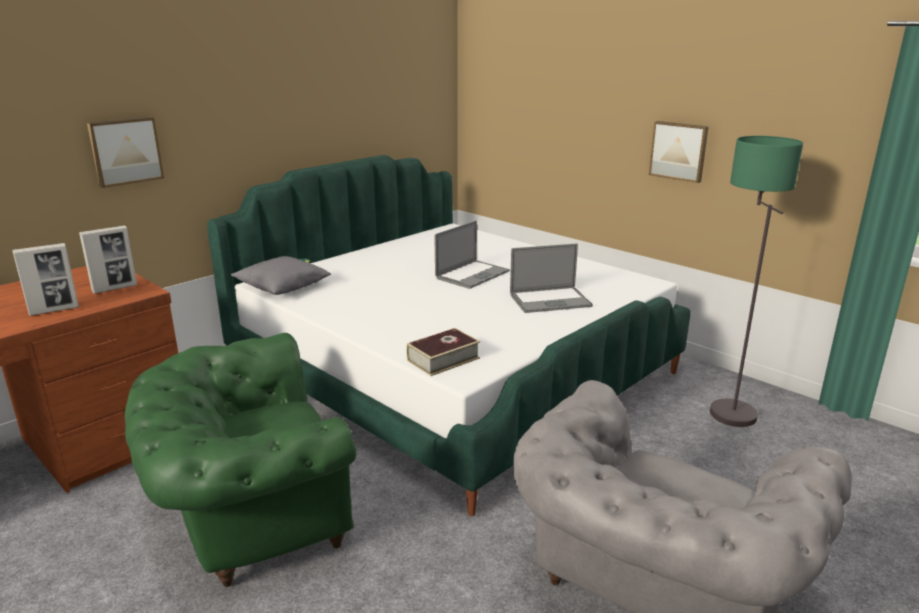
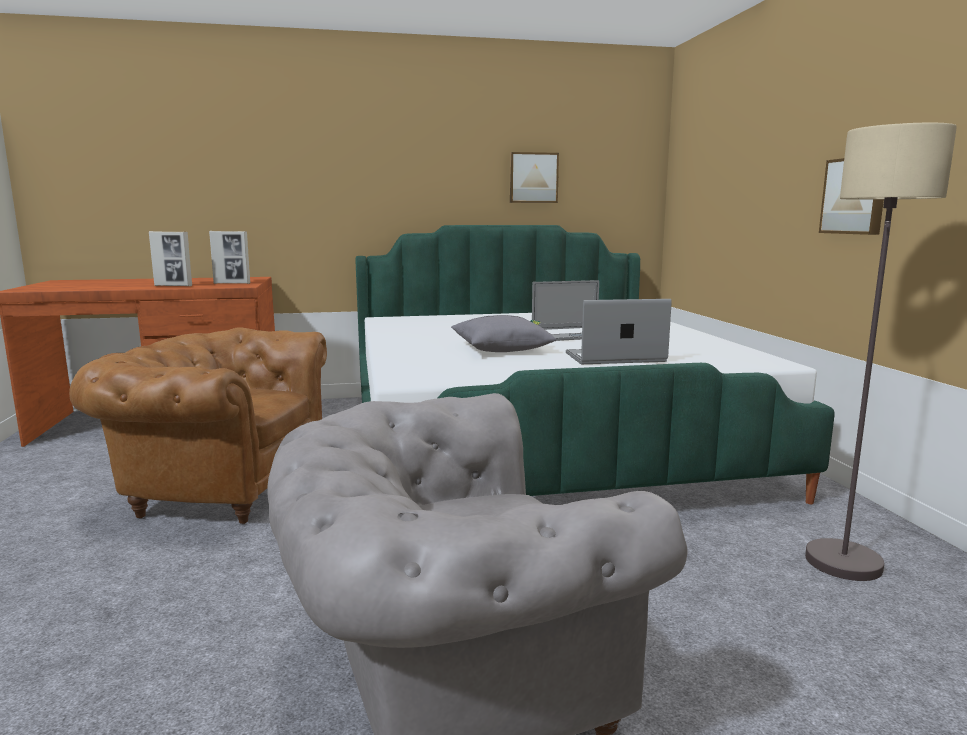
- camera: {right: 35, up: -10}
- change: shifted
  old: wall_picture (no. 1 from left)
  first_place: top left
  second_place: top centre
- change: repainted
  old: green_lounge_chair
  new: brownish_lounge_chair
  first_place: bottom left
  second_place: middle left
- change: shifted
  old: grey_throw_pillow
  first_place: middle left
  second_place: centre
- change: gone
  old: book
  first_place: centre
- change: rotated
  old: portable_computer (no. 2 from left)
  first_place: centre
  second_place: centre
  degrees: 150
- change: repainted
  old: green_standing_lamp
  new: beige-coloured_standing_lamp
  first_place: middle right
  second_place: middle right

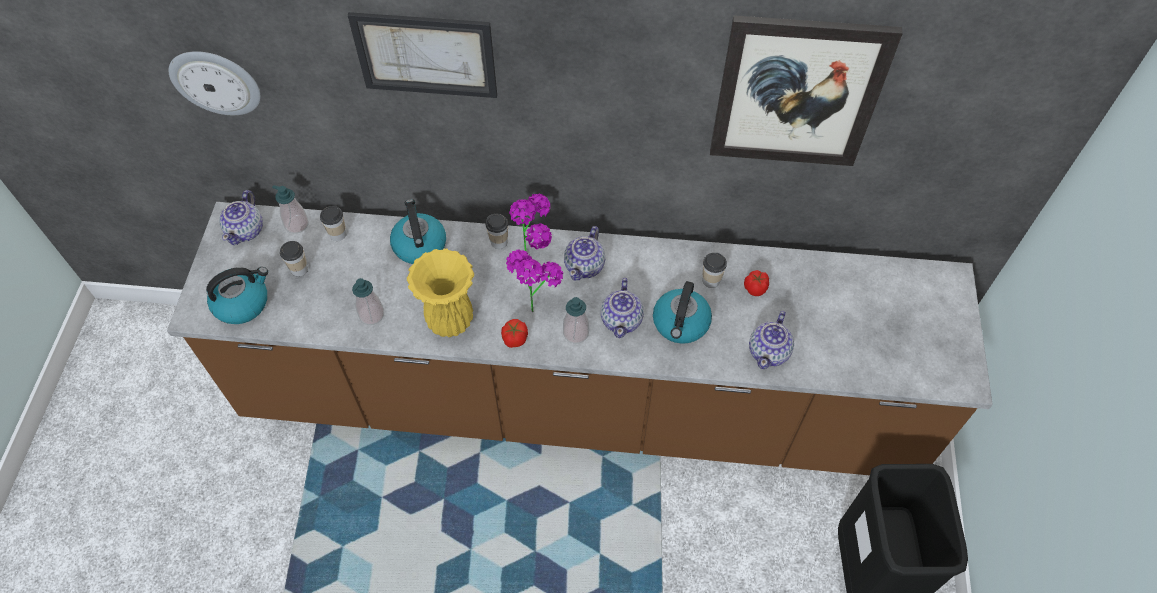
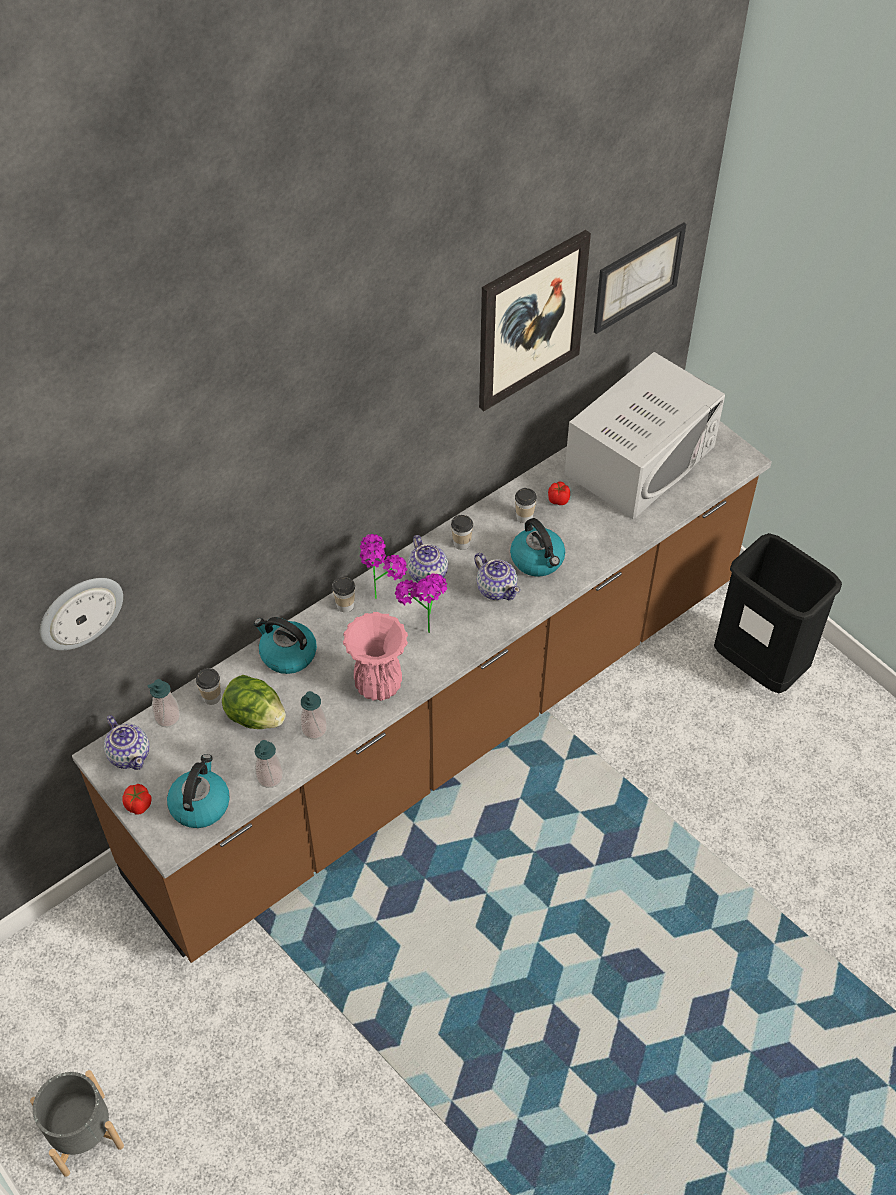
- camera: {right: -45, up: -5}
- change: shifted
  old: drinking_cup (no. 1 from left in the first image)
  new: drinking_cup (no. 3 from left)
  first_place: middle left
  second_place: centre
- change: shifted
  old: wall_picture (no. 1 from left in the first image)
  new: wall_picture (no. 2 from left)
  first_place: top centre
  second_place: top right
- change: repainted
  old: yellowish_flower_vase
  new: pink_flower_vase
  first_place: centre
  second_place: centre
- change: shifted
  old: fresh_tomato (no. 1 from left)
  first_place: centre
  second_place: bottom left
- change: shifted
  old: soap_dispenser (no. 3 from left in the first image)
  new: soap_dispenser (no. 2 from left)
  first_place: centre
  second_place: middle left
- change: gone
  old: pot_for_tea (no. 4 from left)
  first_place: centre
- change: new
  new: grey_plant_pot
  second_place: bottom left
- change: new
  new: lettuce_head
  second_place: middle left
- change: new
  new: white-coloured_kitchen_microwave
  second_place: middle right

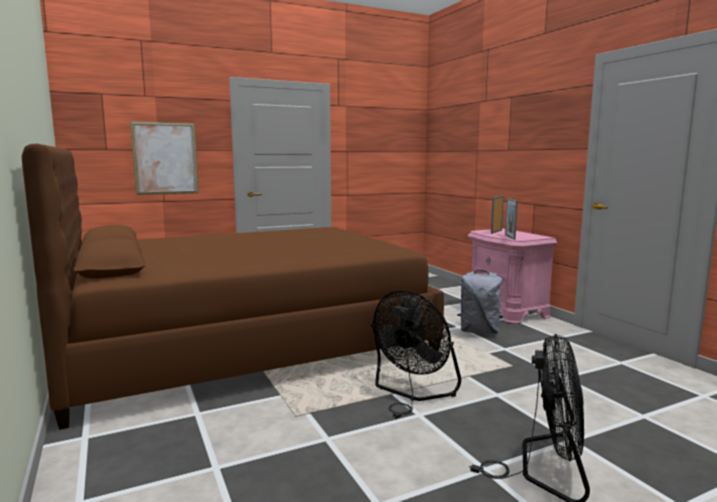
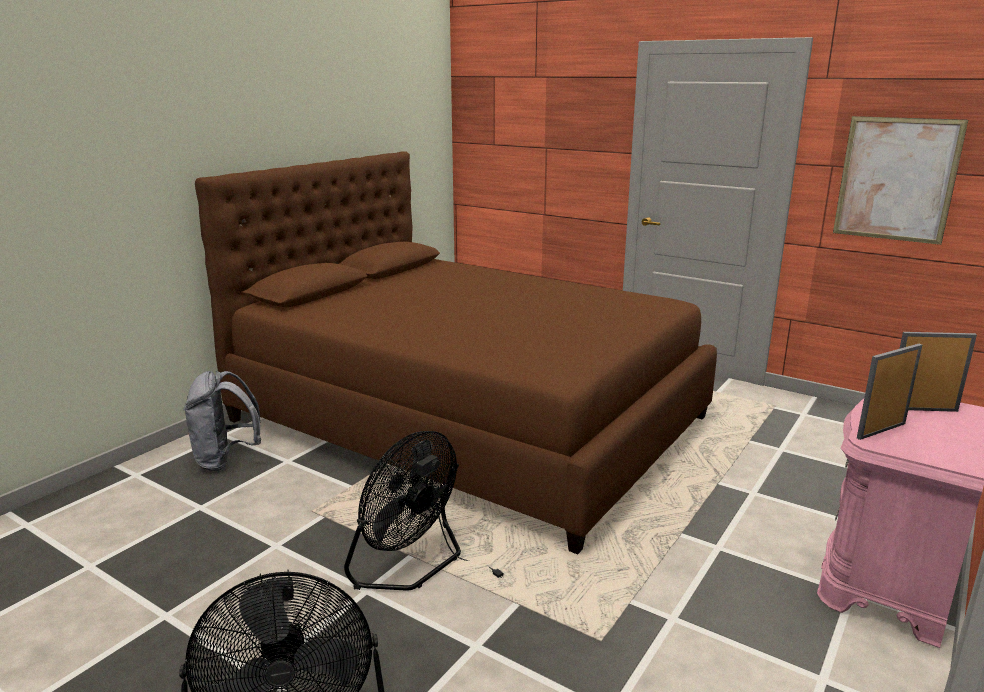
- camera: {right: 60, up: 10}
- change: shifted
  old: wall_picture
  first_place: top left
  second_place: top right
- change: rotated
  old: black-coloured_cooling_fan (no. 1 from left in the first image)
  first_place: bottom centre
  second_place: bottom centre
  degrees: -150
- change: shifted
  old: grey_knapsack
  first_place: middle right
  second_place: middle left

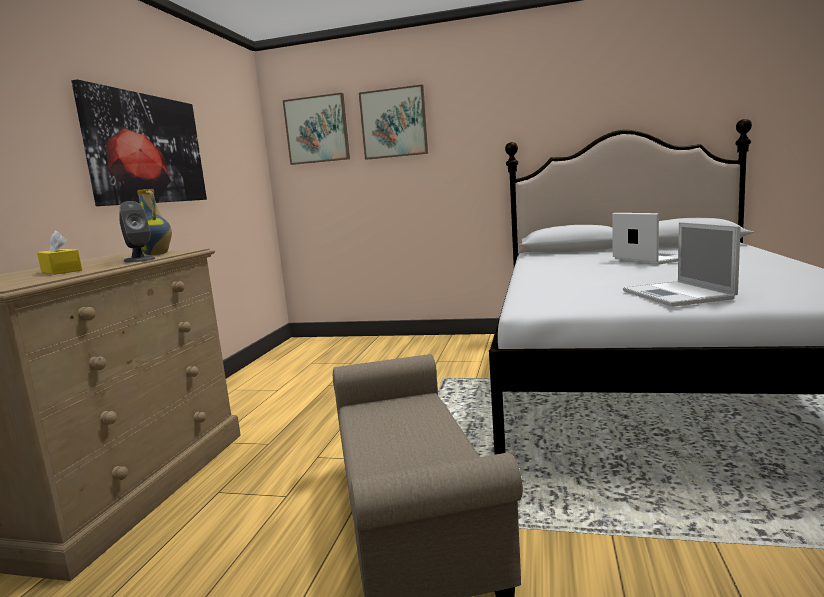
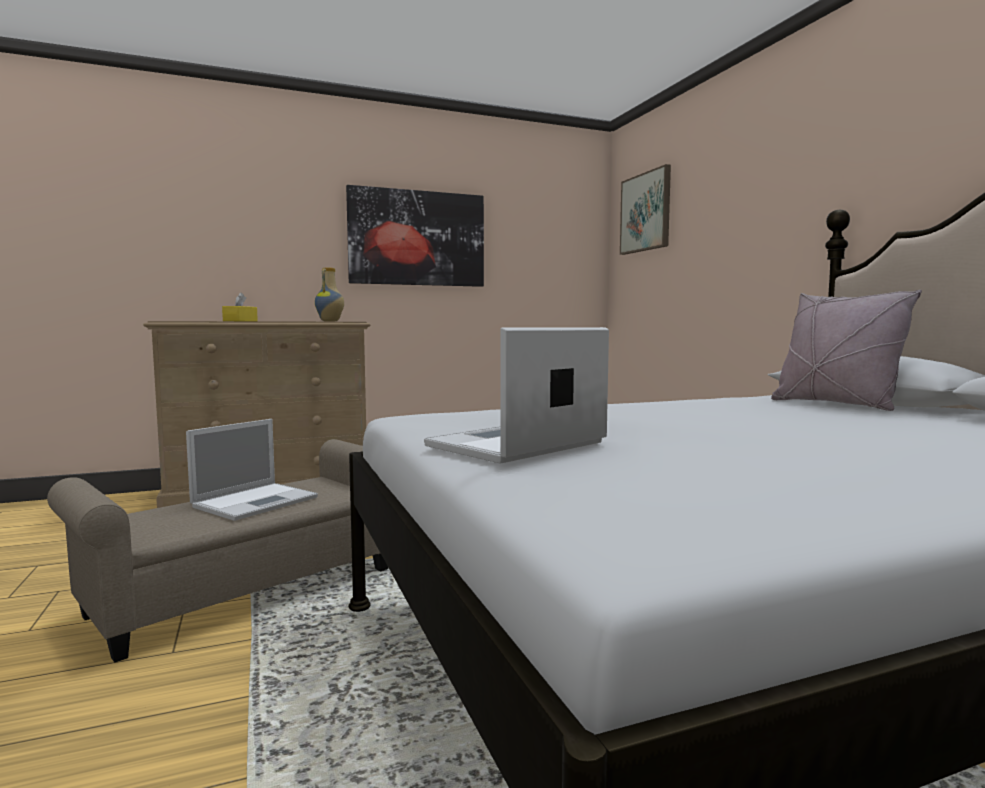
- camera: {right: 55, up: -5}
- change: gone
  old: grey_loudspeaker
  first_place: middle left
- change: gone
  old: wall_picture (no. 3 from left)
  first_place: top centre
- change: shifted
  old: portable_computer (no. 1 from left)
  first_place: middle right
  second_place: middle left
- change: new
  new: purple_throw_pillow
  second_place: middle right

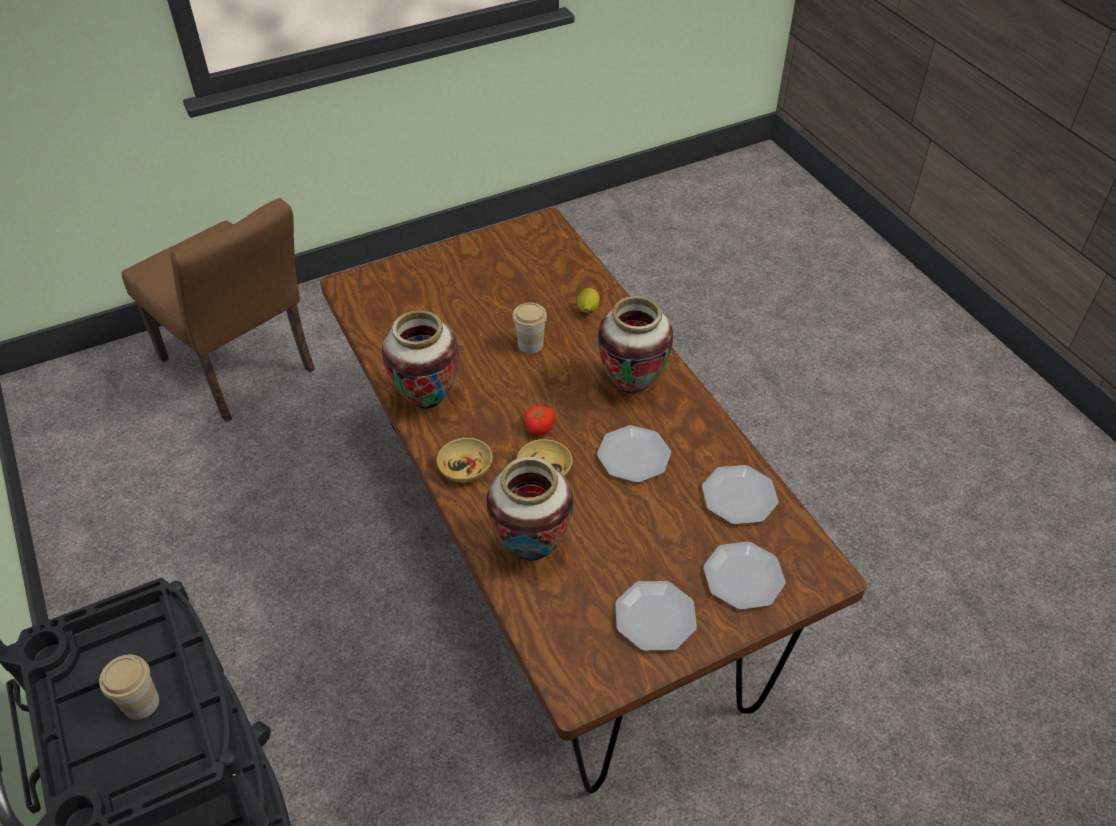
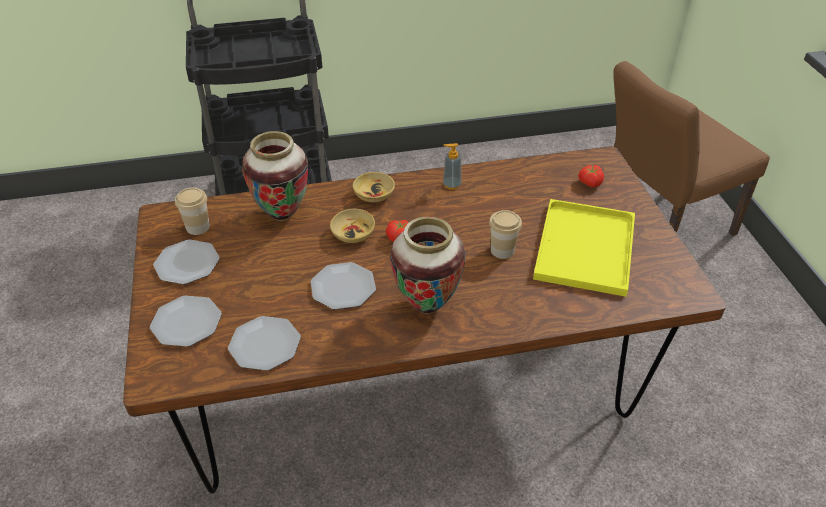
- camera: {right: 105, up: -5}
- change: shifted
  old: drinking_cup (no. 1 from left)
  first_place: bottom left
  second_place: middle left
- change: swapped
  old: flower_vase (no. 1 from left)
  new: soap_dispenser
  first_place: centre
  second_place: top centre
- change: gone
  old: lemon
  first_place: centre
- change: new
  new: yellowish_serving_tray
  second_place: middle right
- change: new
  new: fresh_tomato (no. 2 from left)
  second_place: middle right

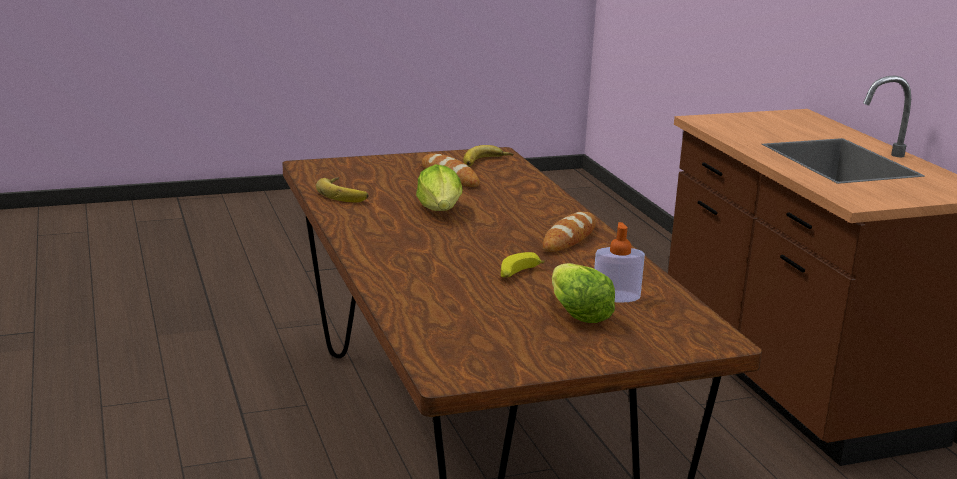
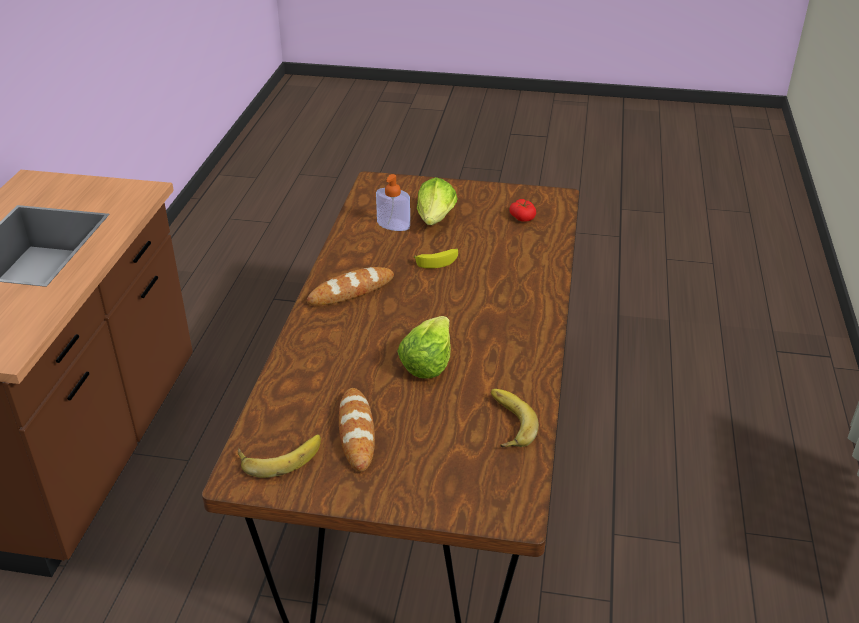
- camera: {right: -150, up: 15}
- change: new
  new: fresh_tomato
  second_place: centre

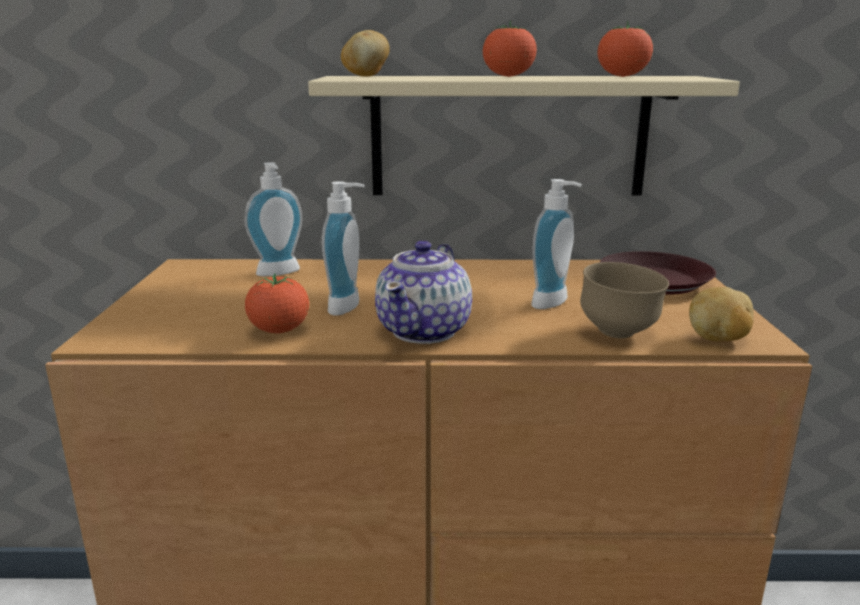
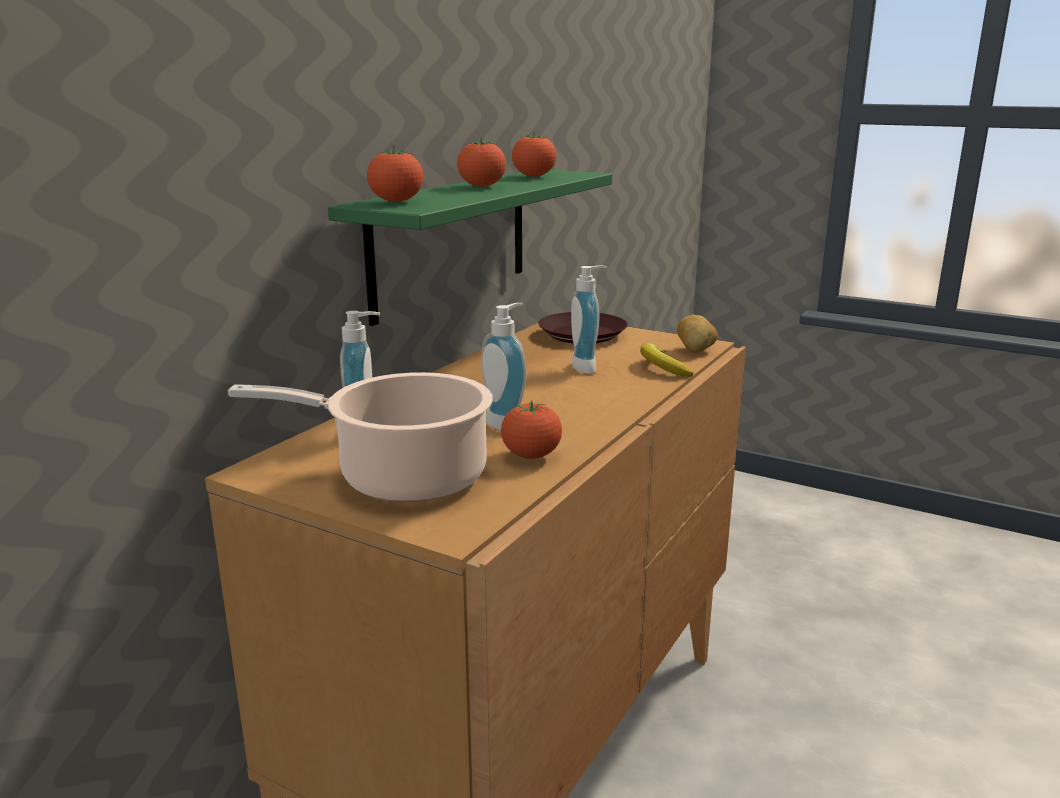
- camera: {right: -60, up: 0}
- change: repainted
  old: beige-coloured_wall_shelf
  new: green_wall_shelf
  first_place: top centre
  second_place: top centre
- change: swapped
  old: potato (no. 1 from left)
  new: fresh_tomato (no. 1 from left)
  first_place: top centre
  second_place: top centre
- change: gone
  old: pot_for_tea
  first_place: centre
- change: swapped
  old: brownish_serving_bowl
  new: banana
  first_place: middle right
  second_place: centre
- change: new
  new: stockpot
  second_place: centre

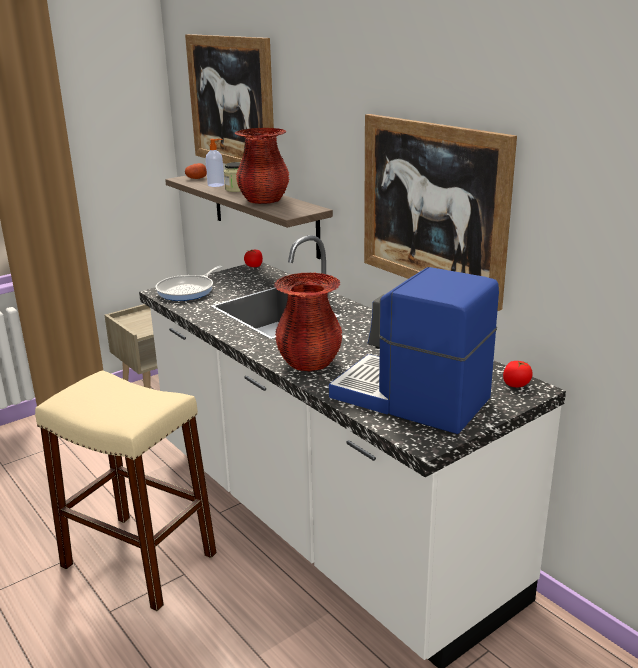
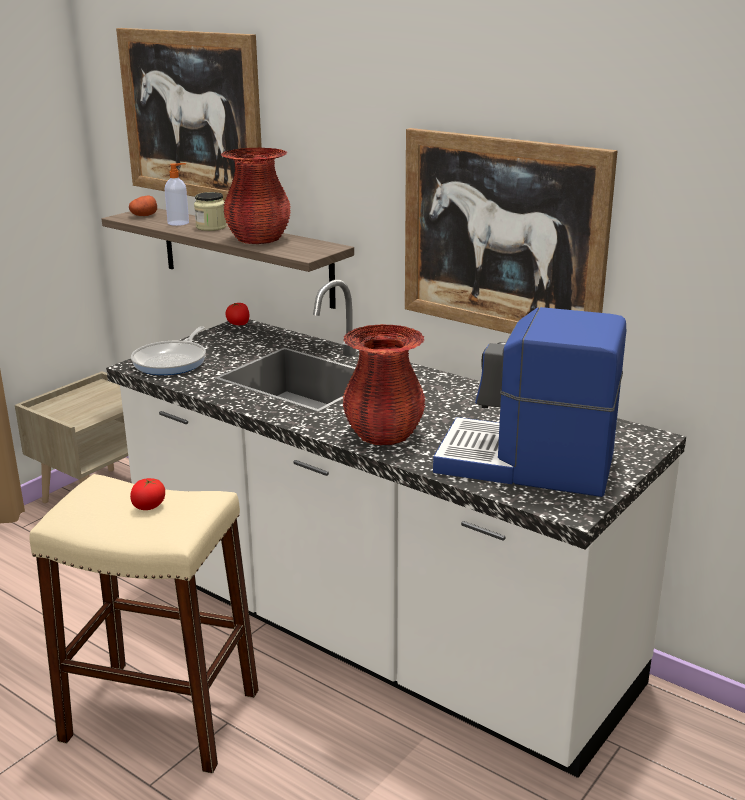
- camera: {right: -15, up: 0}
- change: shifted
  old: fresh_tomato (no. 2 from left in the first image)
  new: fresh_tomato (no. 1 from left)
  first_place: middle right
  second_place: middle left

